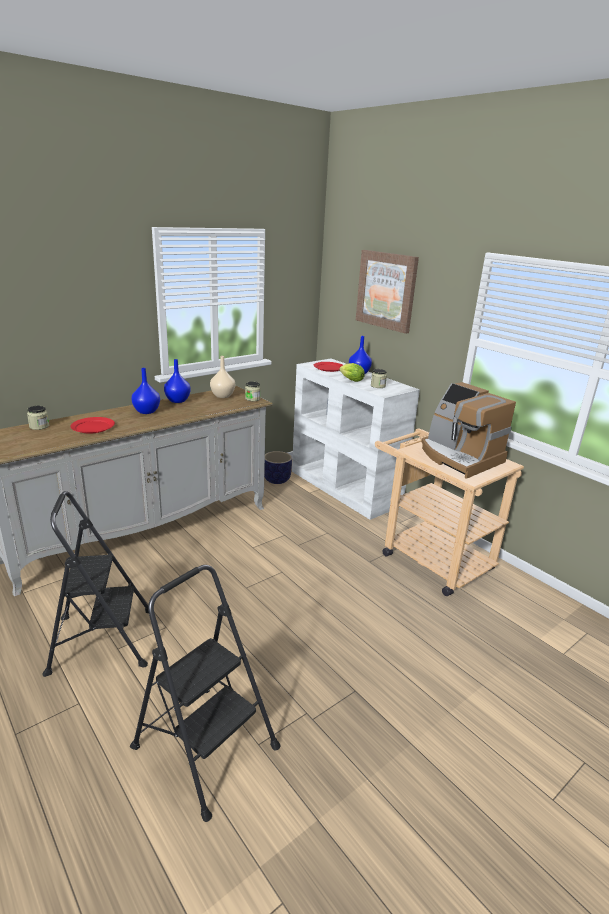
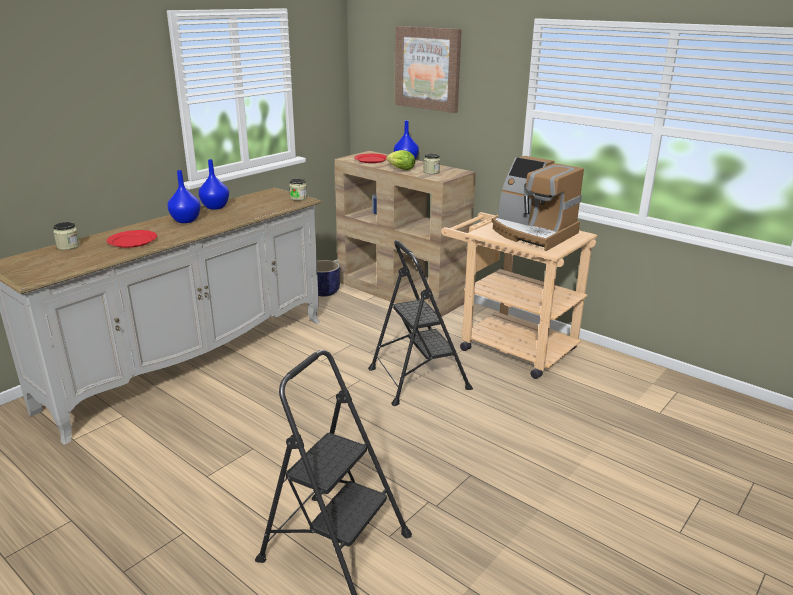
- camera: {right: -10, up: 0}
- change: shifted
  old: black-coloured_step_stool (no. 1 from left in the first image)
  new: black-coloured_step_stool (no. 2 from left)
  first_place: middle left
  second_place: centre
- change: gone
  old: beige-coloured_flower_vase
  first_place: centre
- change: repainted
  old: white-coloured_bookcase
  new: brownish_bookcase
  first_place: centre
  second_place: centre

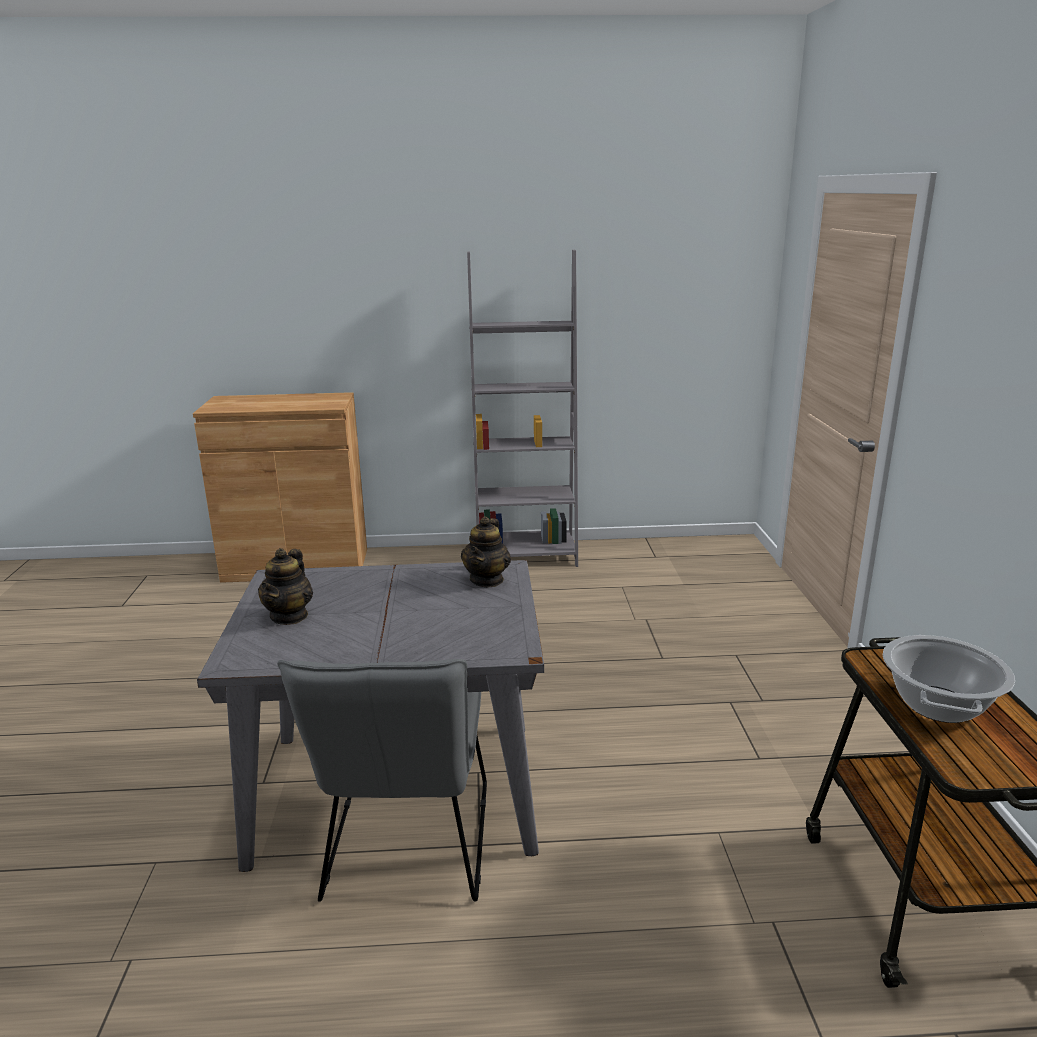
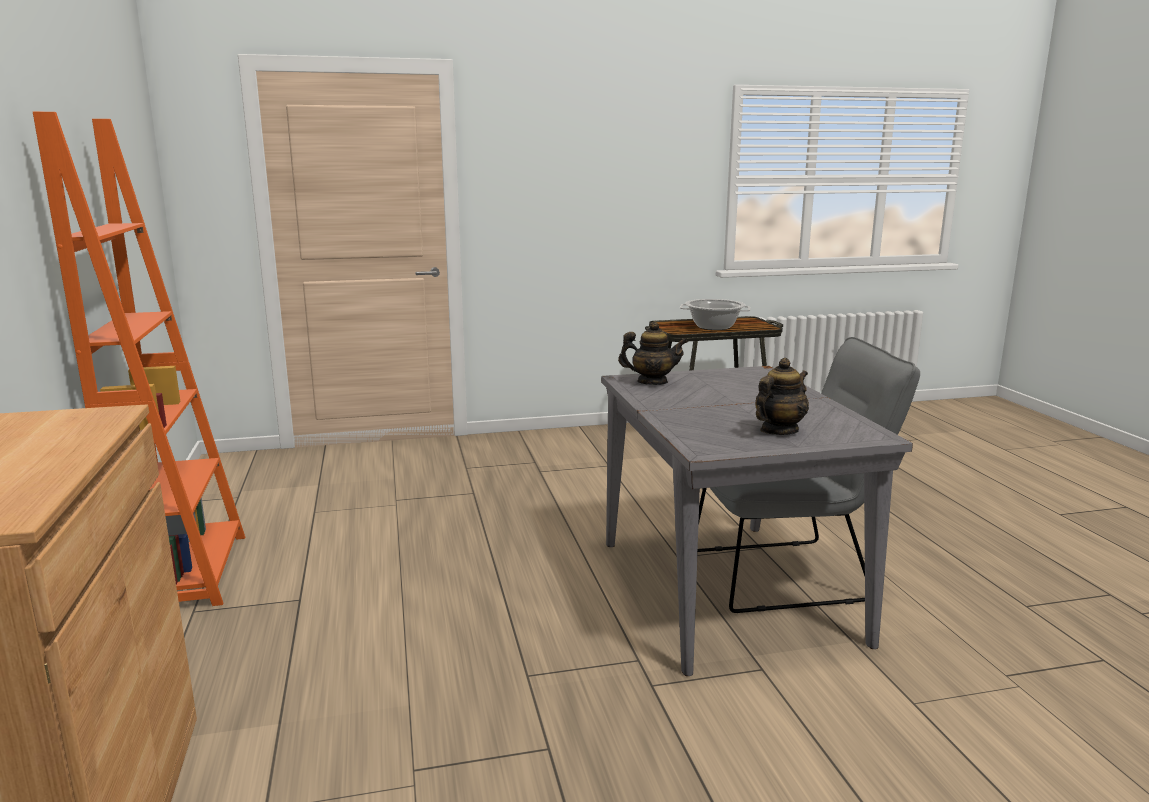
- camera: {right: -100, up: -5}
- change: rotated
  old: pot_for_tea (no. 1 from left in the first image)
  first_place: middle left
  second_place: middle right
  degrees: -45
- change: repainted
  old: grey_bookcase
  new: orange-coloured_bookcase
  first_place: centre
  second_place: middle left

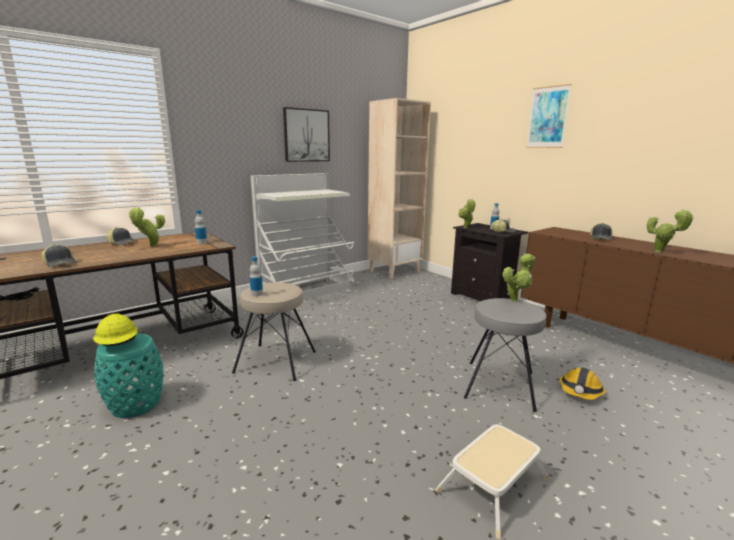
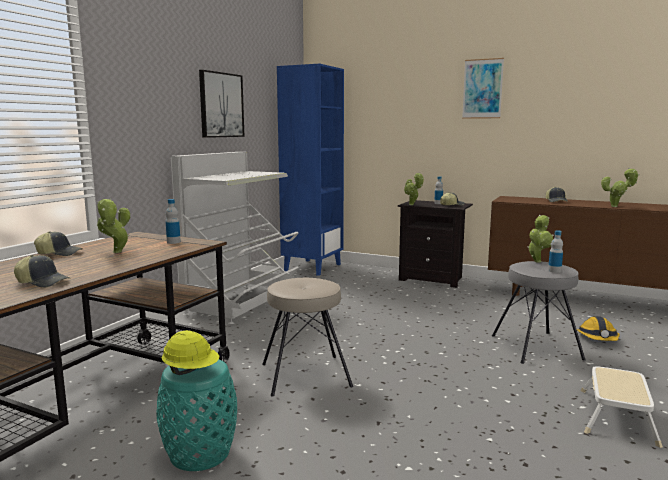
- camera: {right: -25, up: -5}
- change: shifted
  old: beverage_bottle (no. 2 from left in the first image)
  new: beverage_bottle (no. 3 from left)
  first_place: centre
  second_place: middle right
- change: repainted
  old: beige-coloured_bookcase
  new: blue_bookcase
  first_place: centre
  second_place: centre

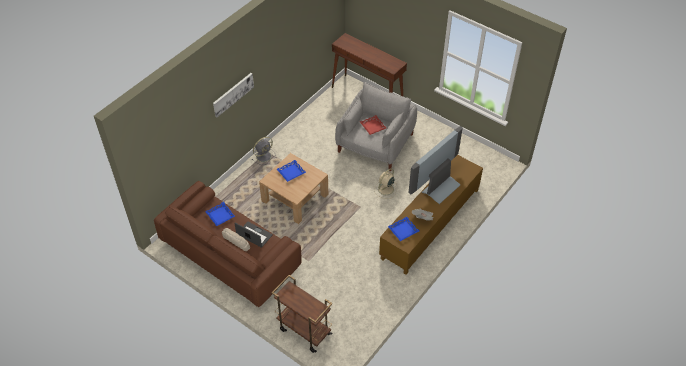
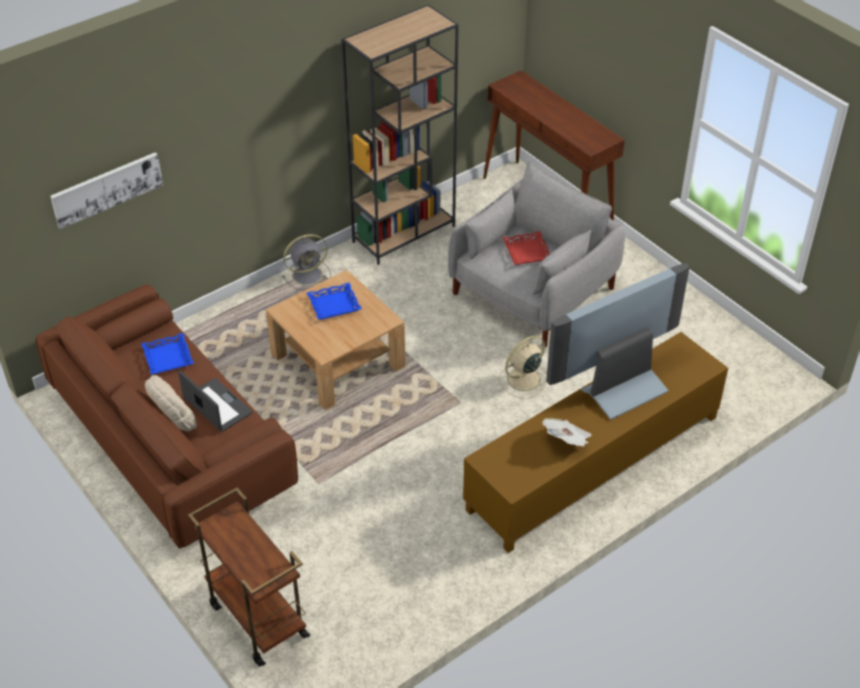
- camera: {right: 15, up: -5}
- change: shifted
  old: wall_picture
  first_place: top centre
  second_place: top left
- change: gone
  old: blue_serving_tray (no. 3 from left)
  first_place: centre
- change: new
  new: bookcase
  second_place: top centre

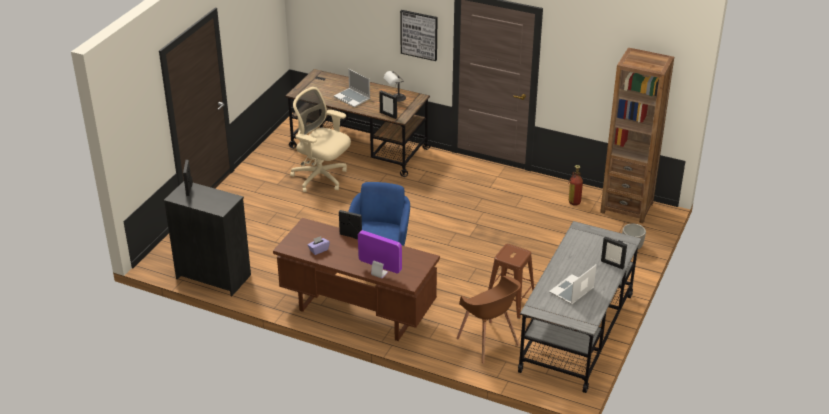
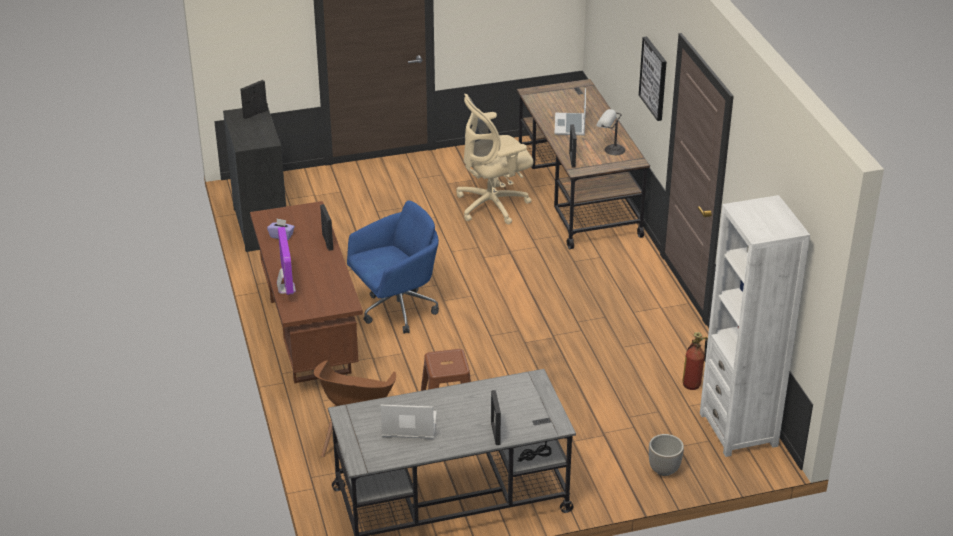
- camera: {right: 50, up: 0}
- change: rotated
  old: beige-coloured_computer_chair
  first_place: centre
  second_place: top centre
  degrees: -105
- change: repainted
  old: brownish_bookcase
  new: white-coloured_bookcase
  first_place: top right
  second_place: middle right

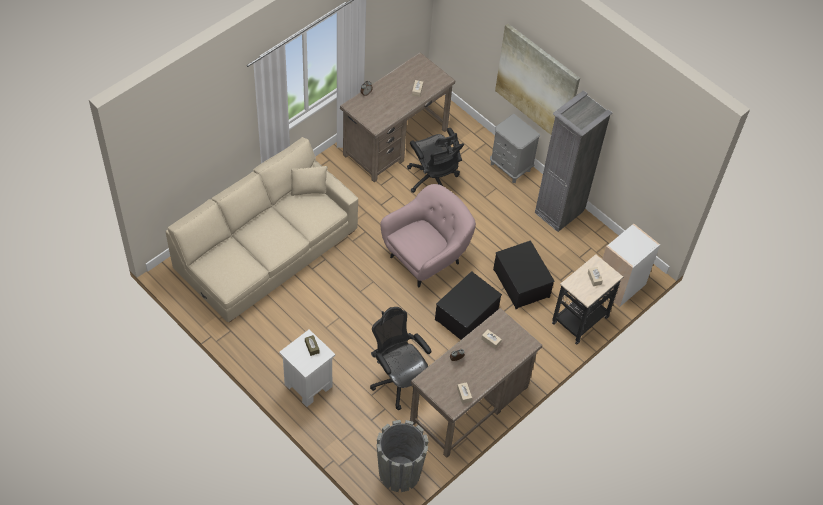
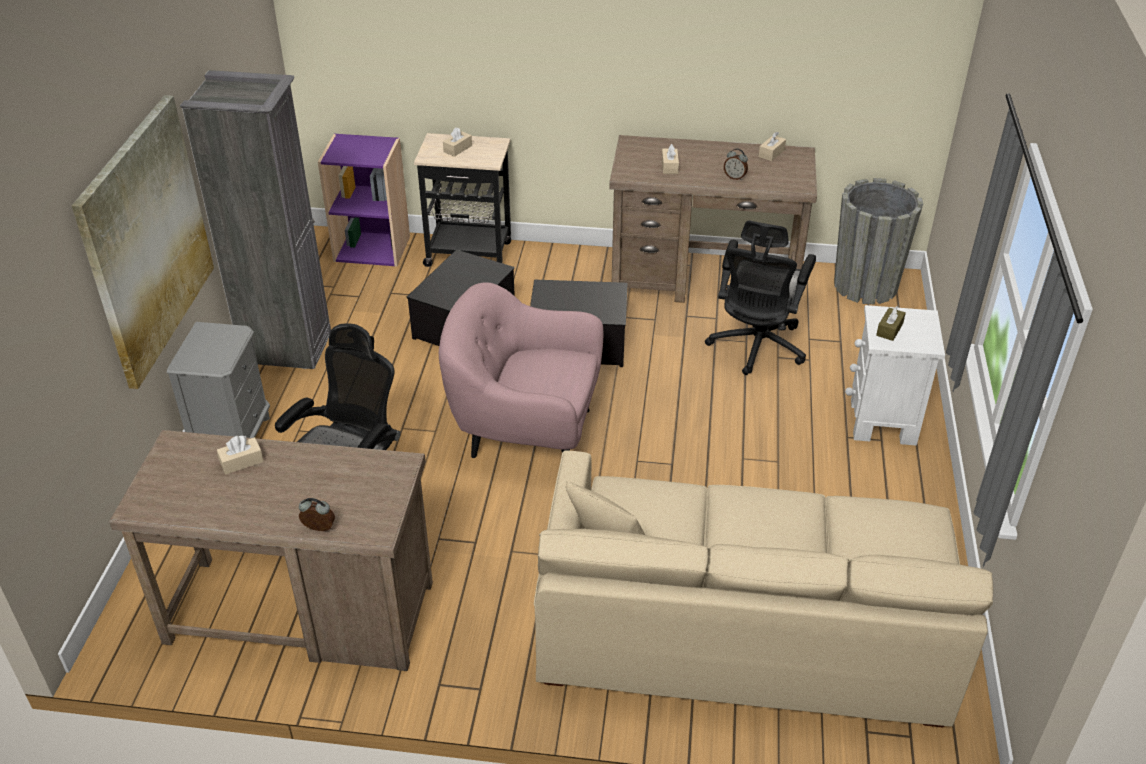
- camera: {right: -125, up: -15}
- change: repainted
  old: white-coloured_bookcase
  new: purple_bookcase
  first_place: middle right
  second_place: top left

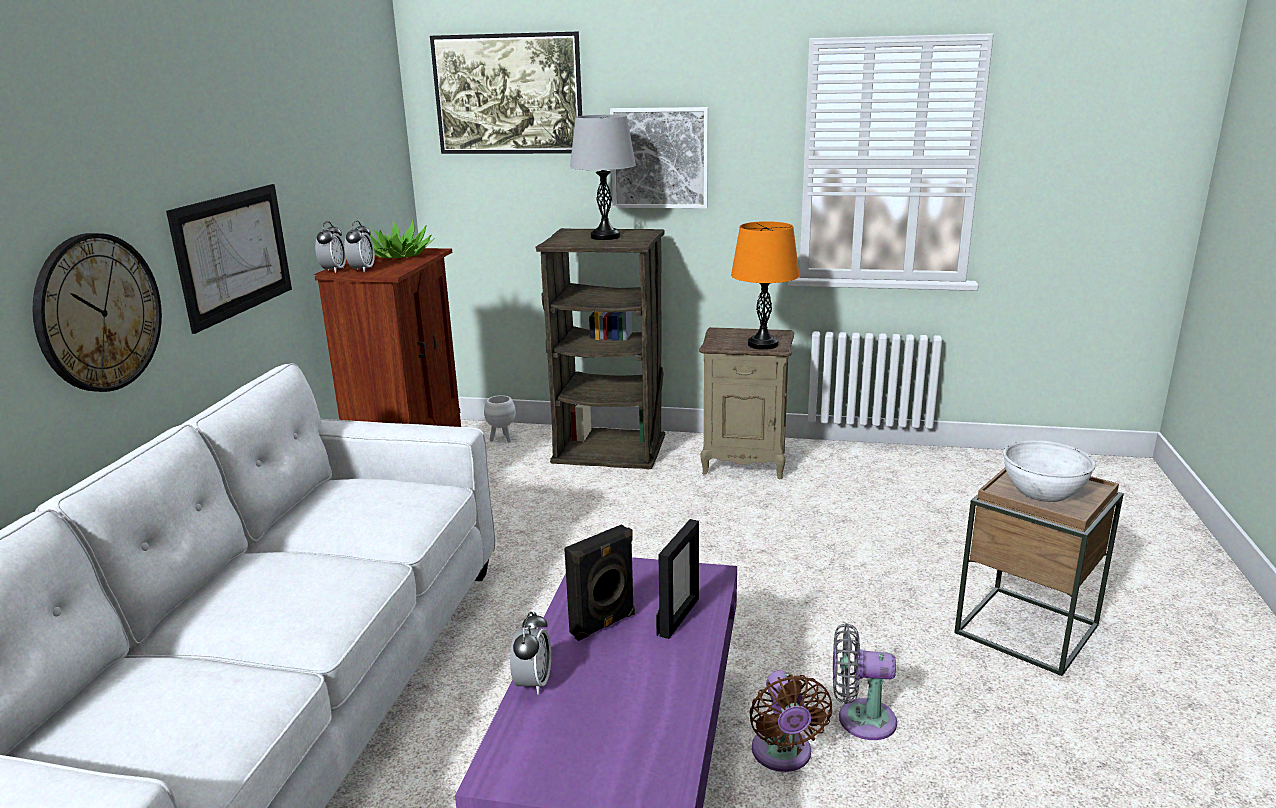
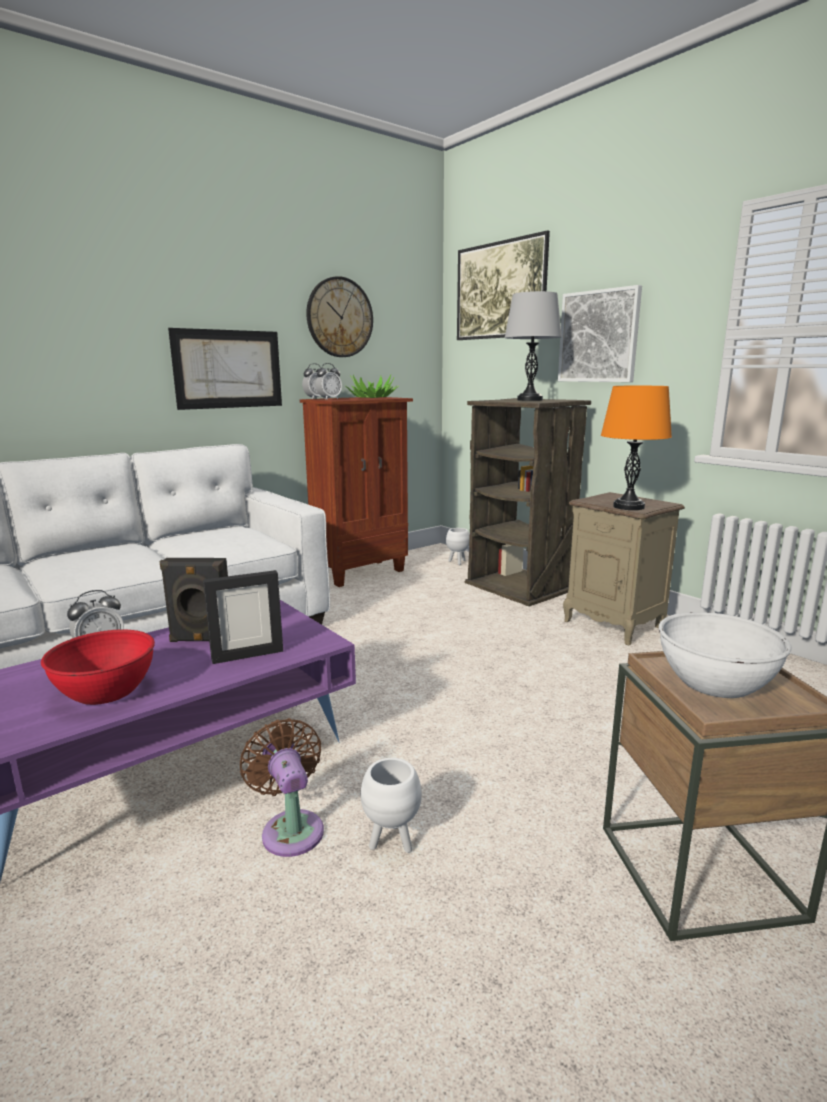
- camera: {right: 40, up: -5}
- change: shifted
  old: clock_on_the_wall
  first_place: middle left
  second_place: top centre
- change: rotated
  old: brownish_cooling_fan
  first_place: bottom centre
  second_place: bottom centre
  degrees: 120
- change: swapped
  old: grey_cooling_fan
  new: white-coloured_plant_pot (no. 1 from left)
  first_place: bottom right
  second_place: bottom centre
- change: new
  new: reddish_serving_bowl
  second_place: middle left

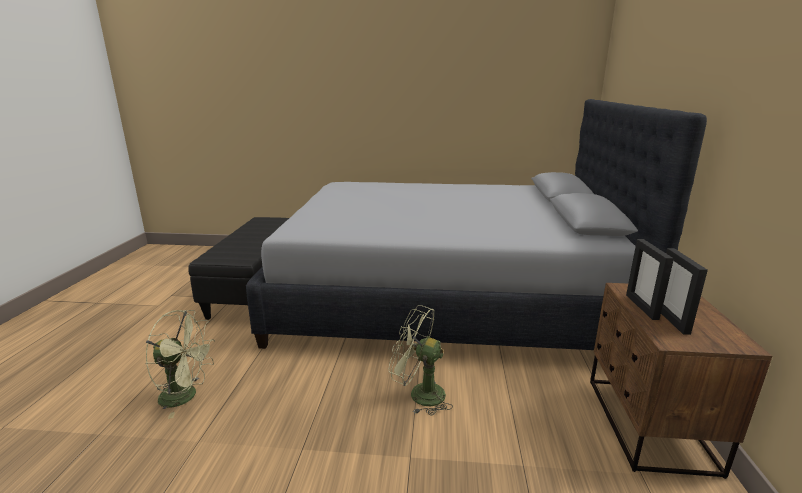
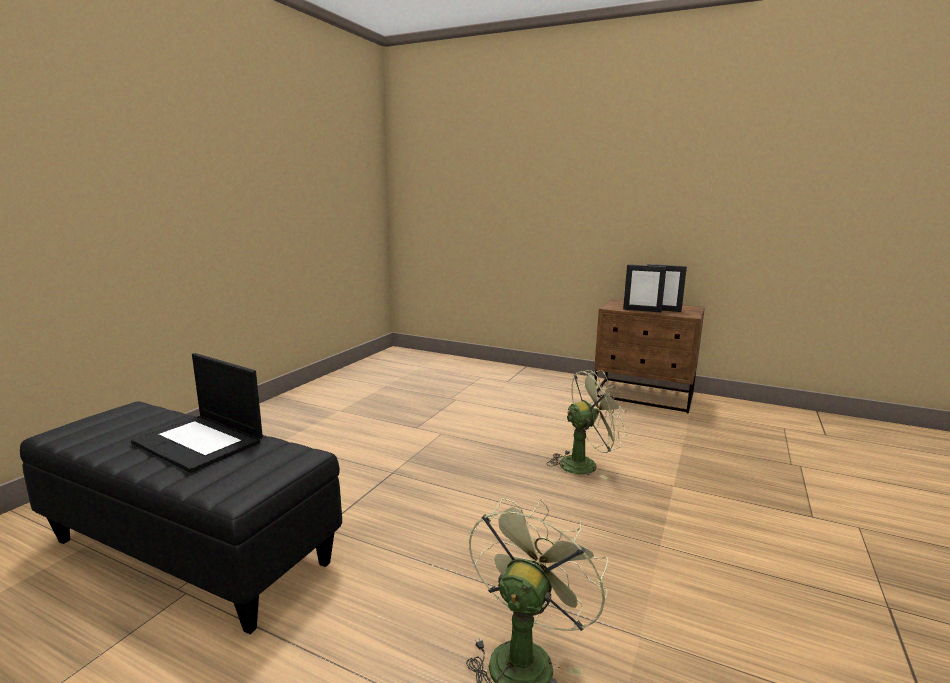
- camera: {right: -70, up: -5}
- change: gone
  old: grey_bed
  first_place: centre
- change: rotated
  old: green_cooling_fan (no. 2 from left)
  first_place: bottom centre
  second_place: centre
  degrees: -150
- change: new
  new: portable_computer
  second_place: middle left

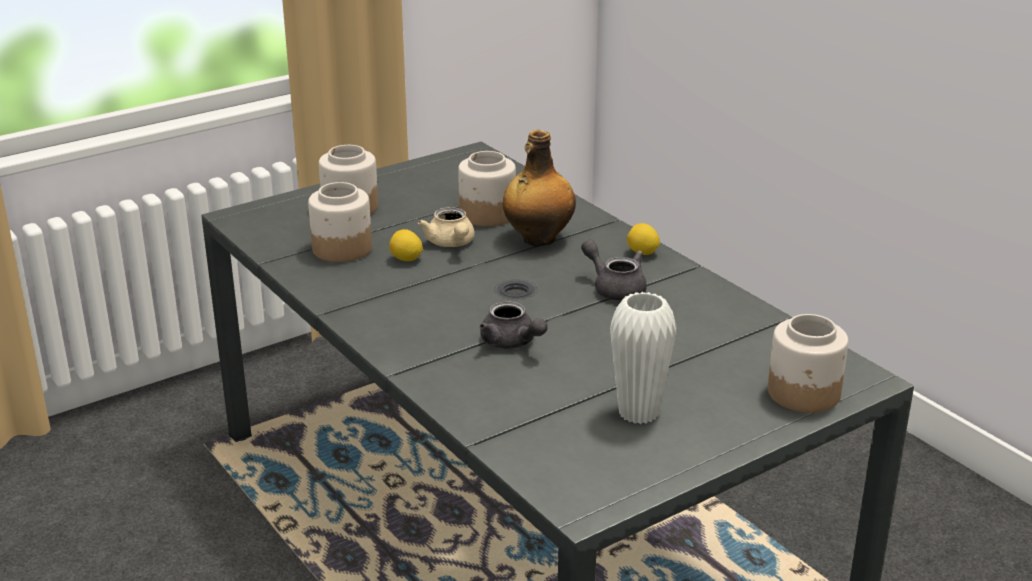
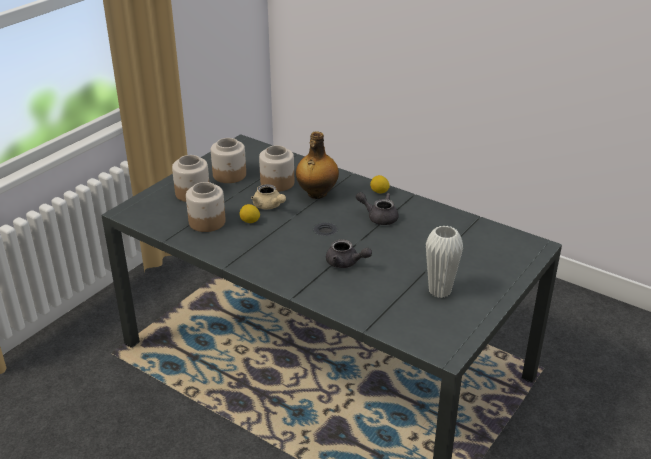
- camera: {right: -20, up: 5}
- change: shifted
  old: preserve_jar (no. 4 from left in the first image)
  new: preserve_jar (no. 3 from left)
  first_place: middle right
  second_place: centre

